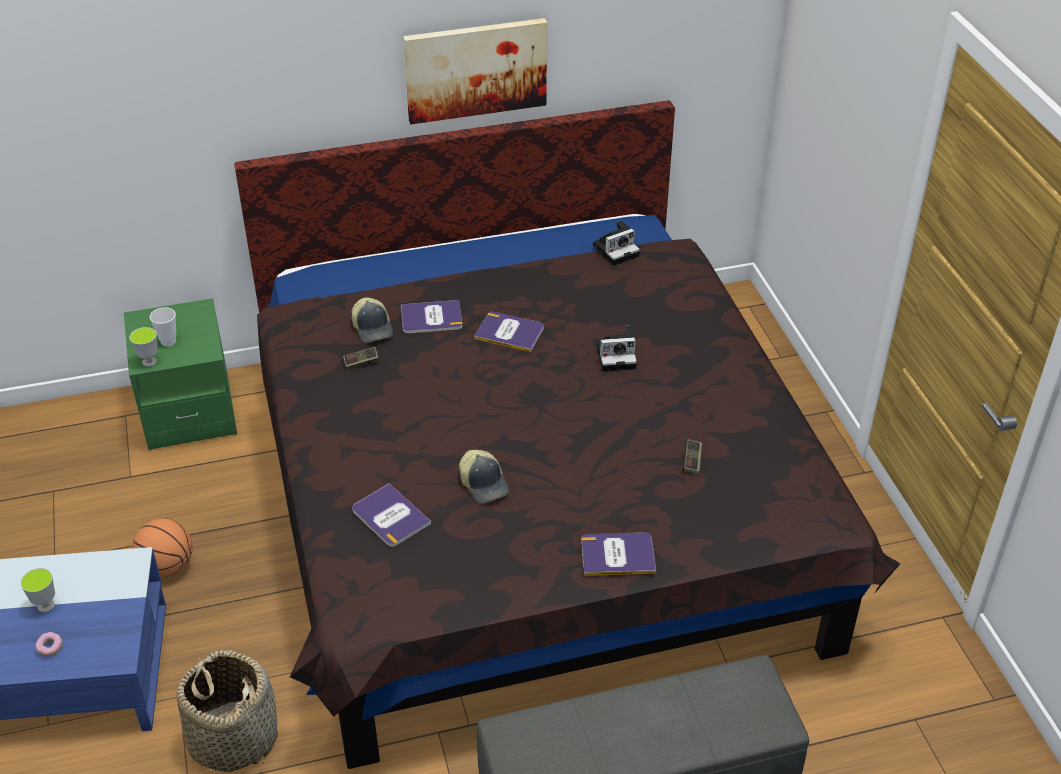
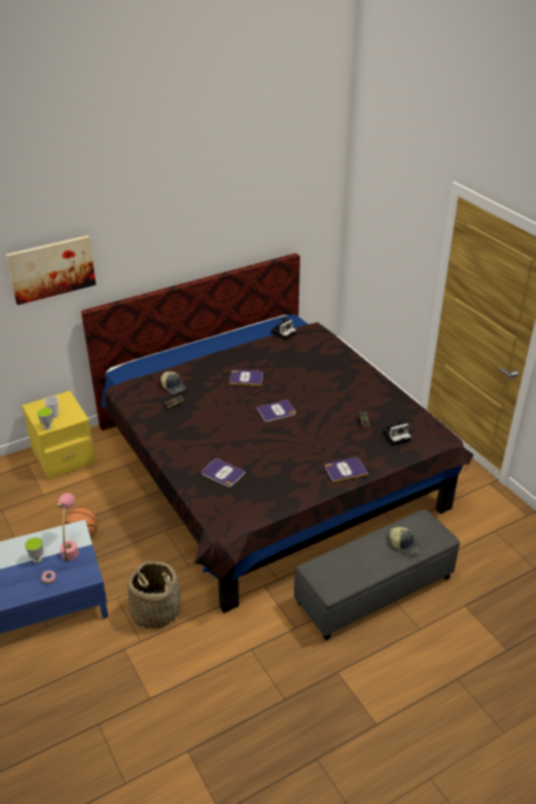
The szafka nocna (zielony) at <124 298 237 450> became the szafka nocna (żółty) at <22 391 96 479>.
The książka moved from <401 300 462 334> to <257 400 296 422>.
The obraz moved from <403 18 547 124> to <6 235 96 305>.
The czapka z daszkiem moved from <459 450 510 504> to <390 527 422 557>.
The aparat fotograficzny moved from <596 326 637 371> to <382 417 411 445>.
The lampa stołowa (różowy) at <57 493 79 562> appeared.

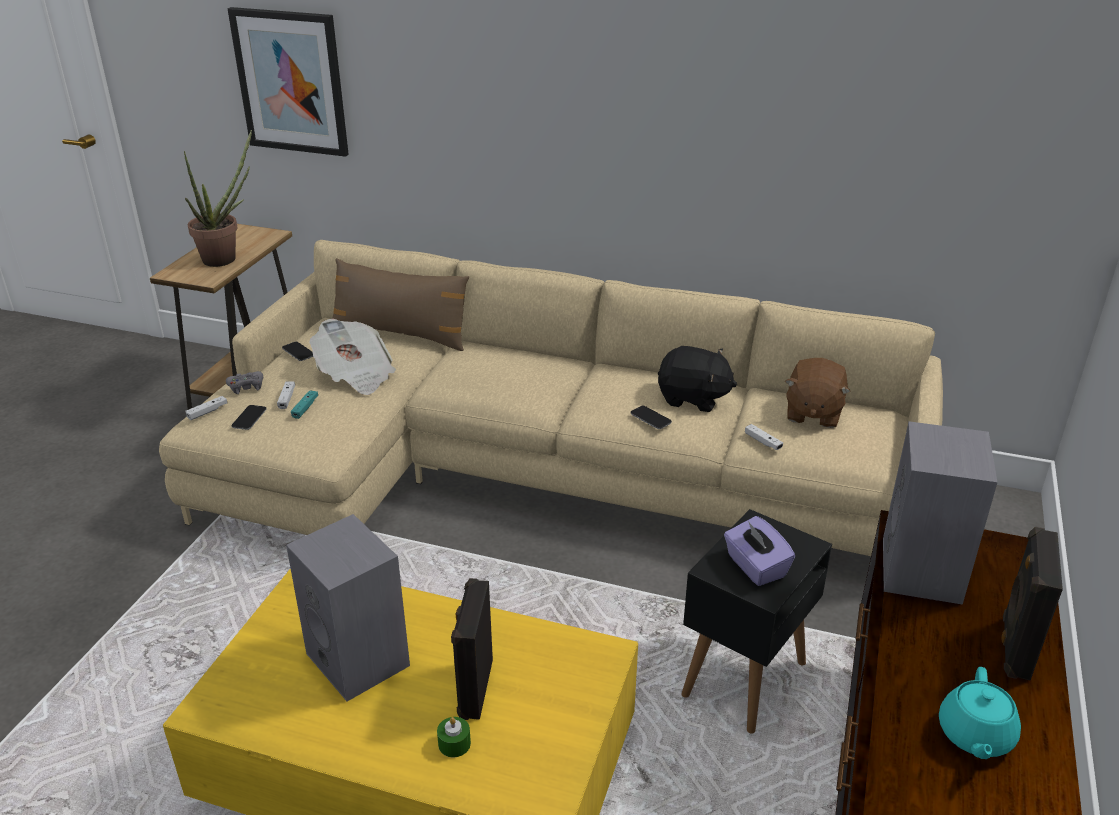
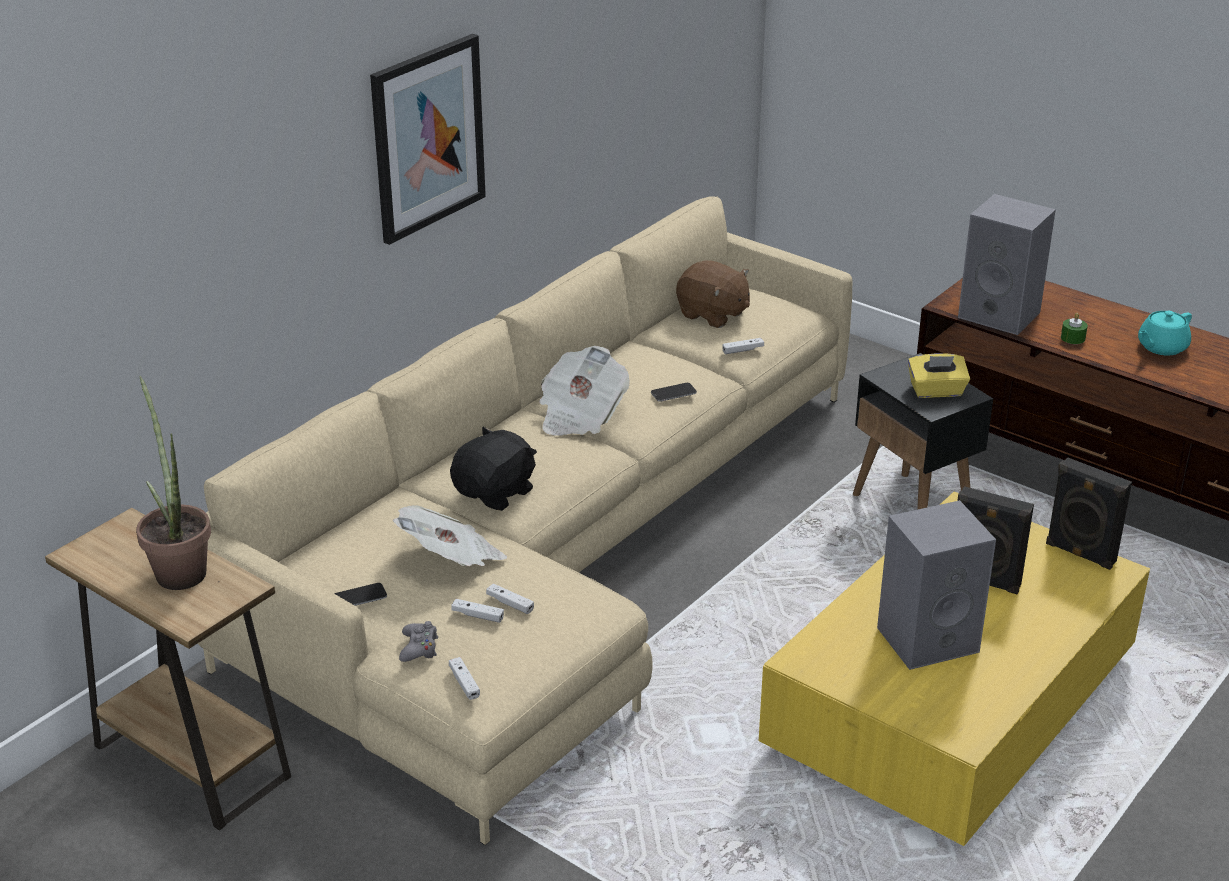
The obraz moved from <227 7 349 157> to <370 34 486 245>.
The telefon at <231 405 267 430> disappeared.
The pad do gier (turkusowy) at <291 390 318 419> became the pad do gier (biały) at <486 583 534 614>.
The poduszka (brązowy) at <332 258 469 351> disappeared.
The świeca (zielony) moved from <437 717 471 757> to <1061 313 1088 344>.
The pluszak (czarny) moved from <658 346 737 412> to <450 427 537 511>.
The pudełko chusteczek (fioletowy) at <724 516 795 586> became the pudełko chusteczek (żółty) at <908 353 970 398>.
The imbryk (turkusowy) at <939 667 1021 759> turned 105 degrees clockwise.
The głośnik (czarny) moved from <1001 527 1063 680> to <1046 457 1132 570>.
The gazeta at <539 346 630 436> appeared.

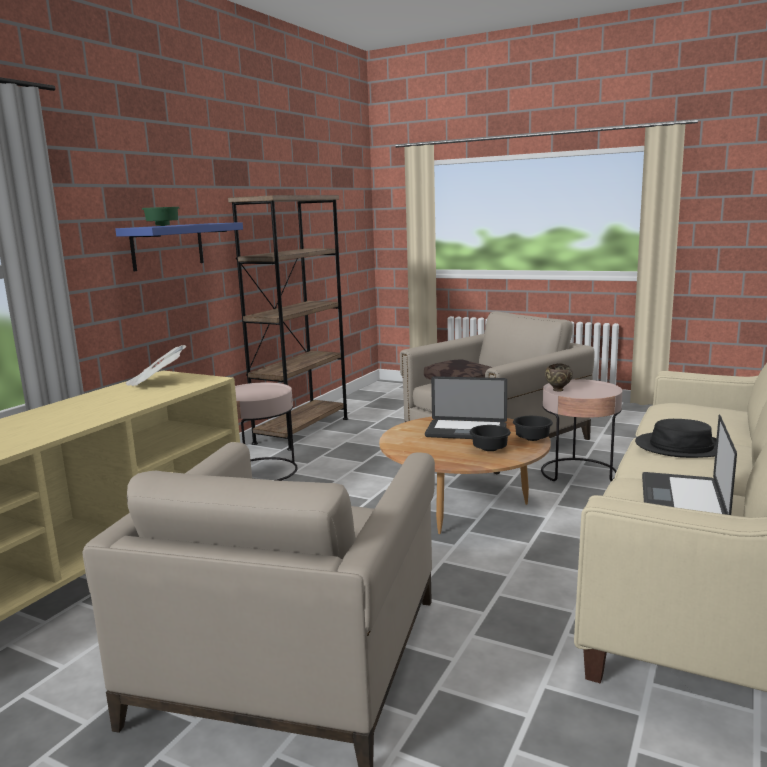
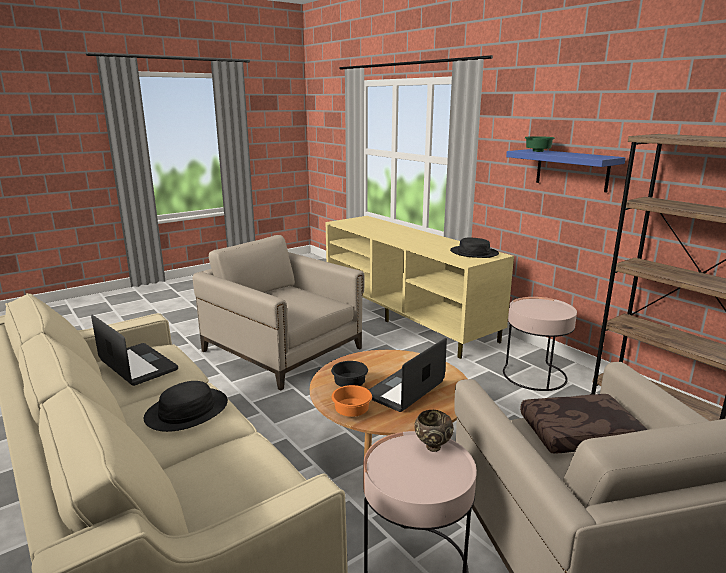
The gazeta at <125 345 186 386> was replaced by the kapelusz (czarny) at <450 238 499 258>.
The miska (czarny) at <513 416 553 441> became the miska (pomarańczowy) at <332 385 372 417>.

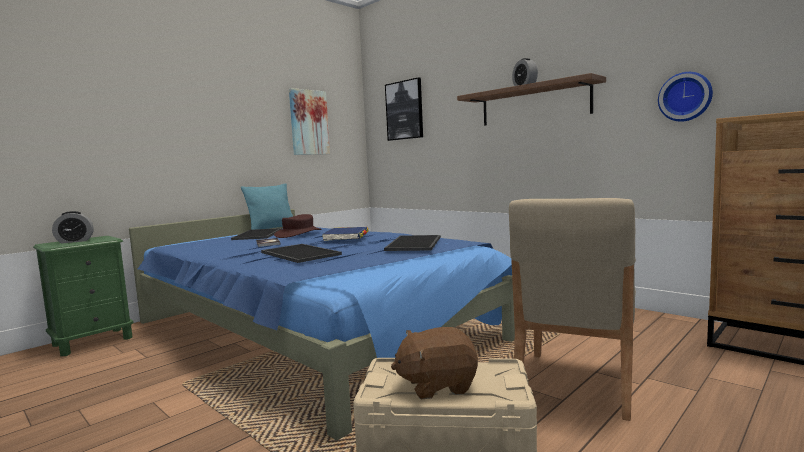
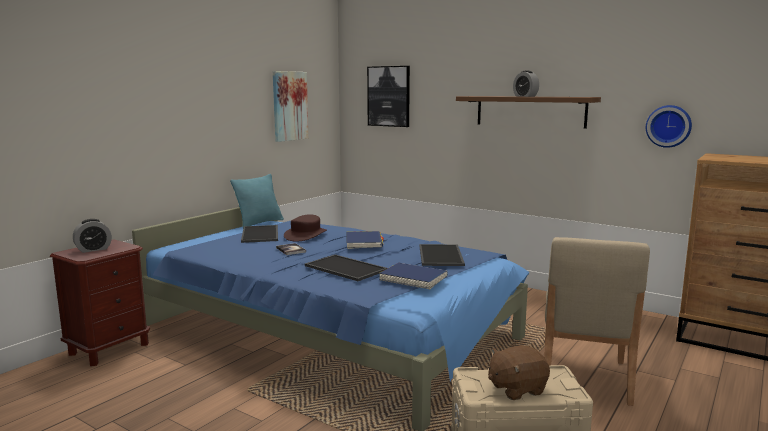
The szafka nocna (zielony) at <33 236 134 356> became the szafka nocna (brązowy) at <50 239 150 366>.
The książka (niebieski) at <379 263 448 289> appeared.

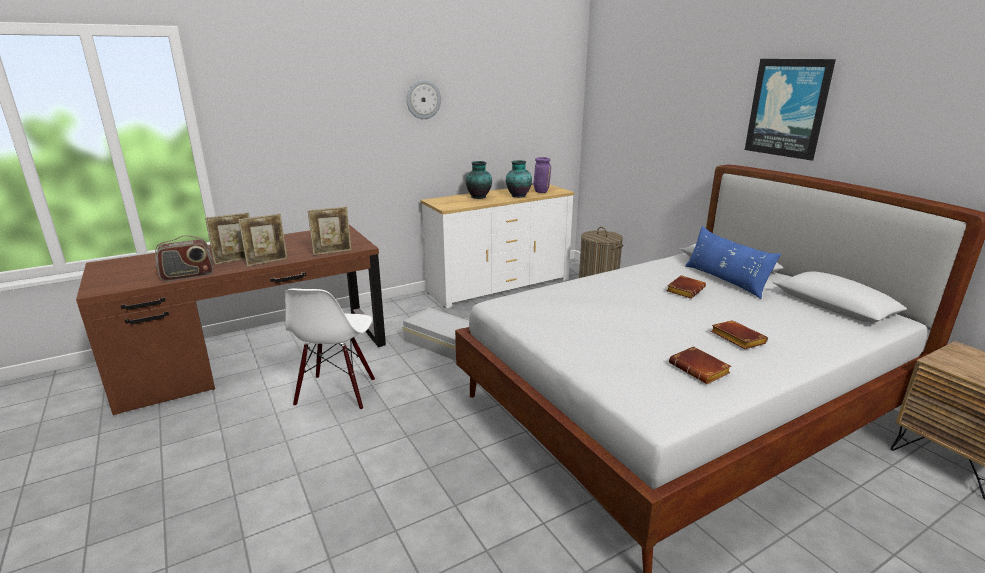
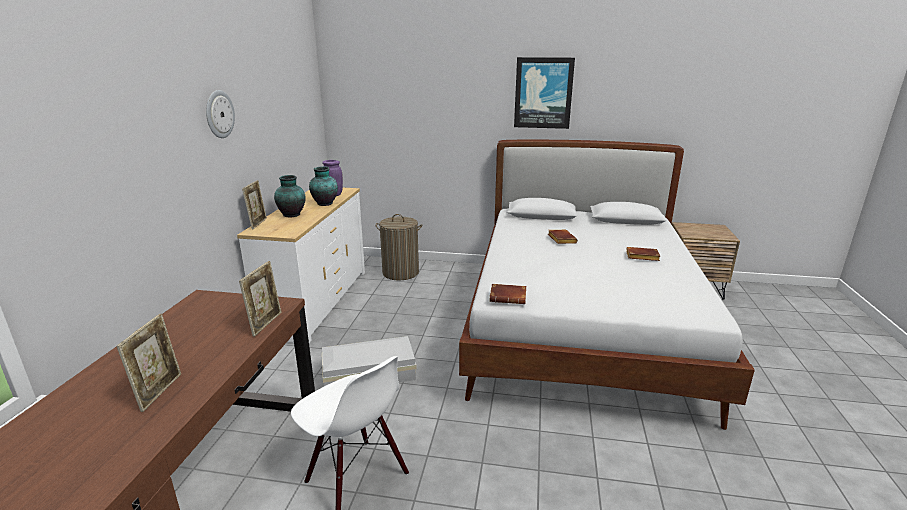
The radio at <155 236 213 281> disappeared.
The ramka na zdjęcie moved from <238 214 288 267> to <242 180 267 229>.
The książka (brązowy) moved from <669 346 731 384> to <490 284 526 304>.
The poduszka (niebieski) at <685 226 781 299> disappeared.

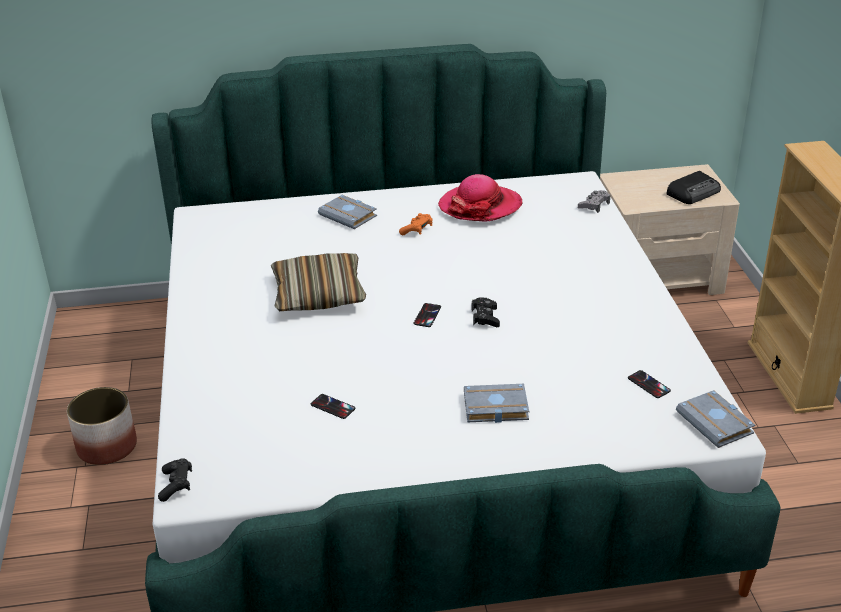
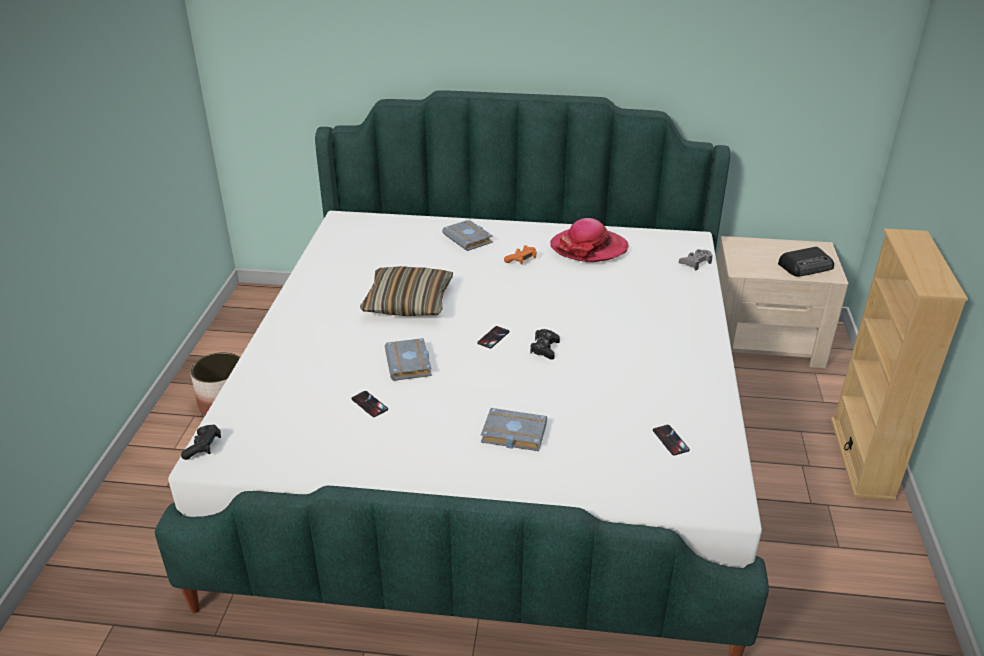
The książka (szary) moved from <676 390 755 448> to <385 338 432 381>.

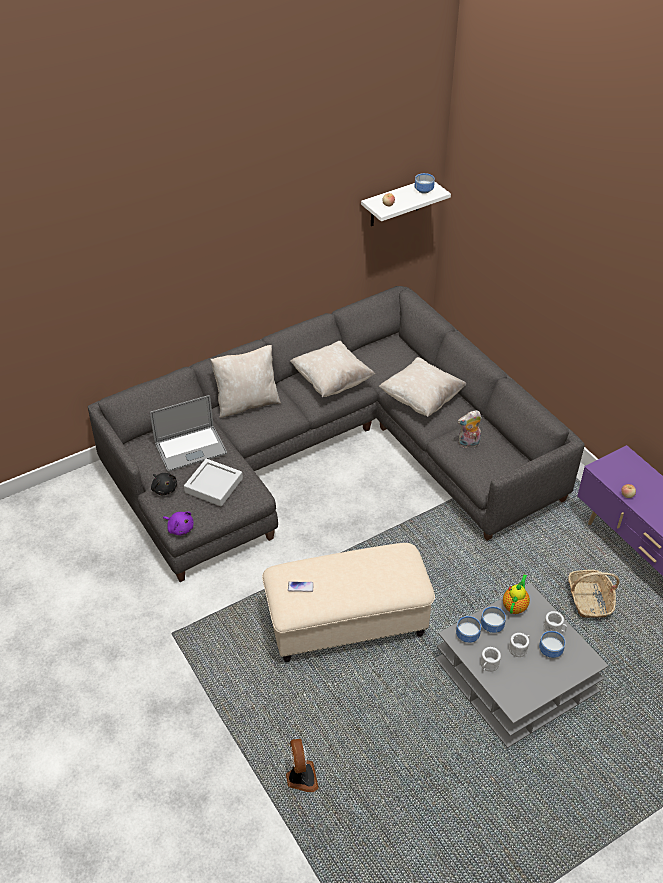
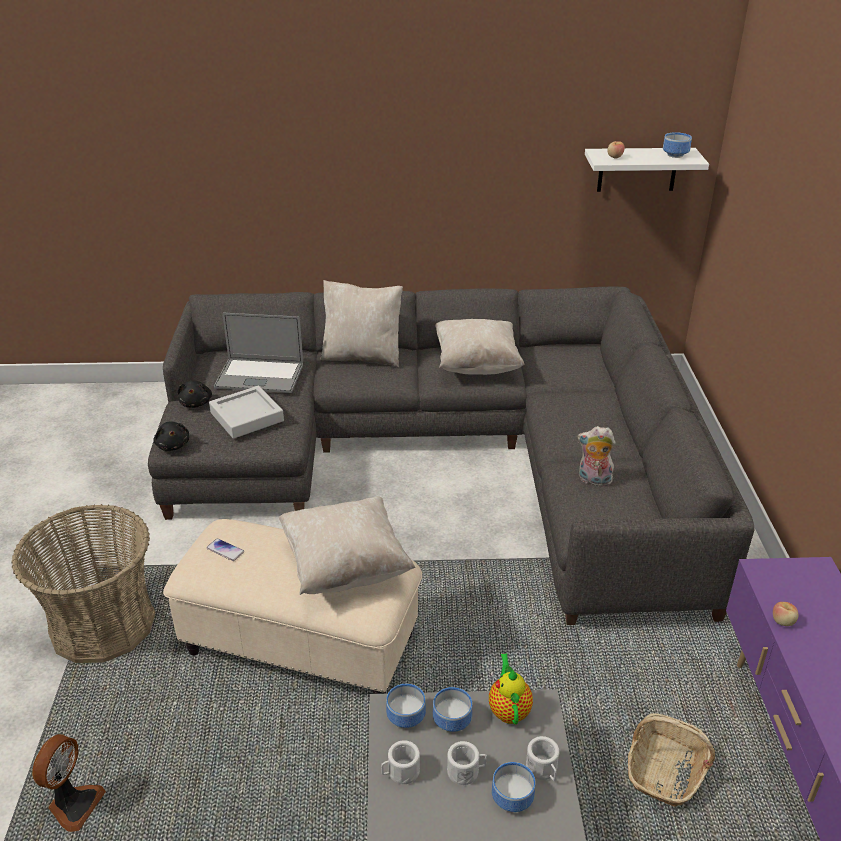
The pluszak (fioletowy) at <163 511 194 535> became the pluszak (czarny) at <153 421 189 451>.
The poduszka (beżowy) moved from <379 357 466 417> to <279 496 415 595>.
The imbryk at <503 574 530 614> turned 60 degrees counterclockwise.
The koszyk at <12 504 155 663> appeared.

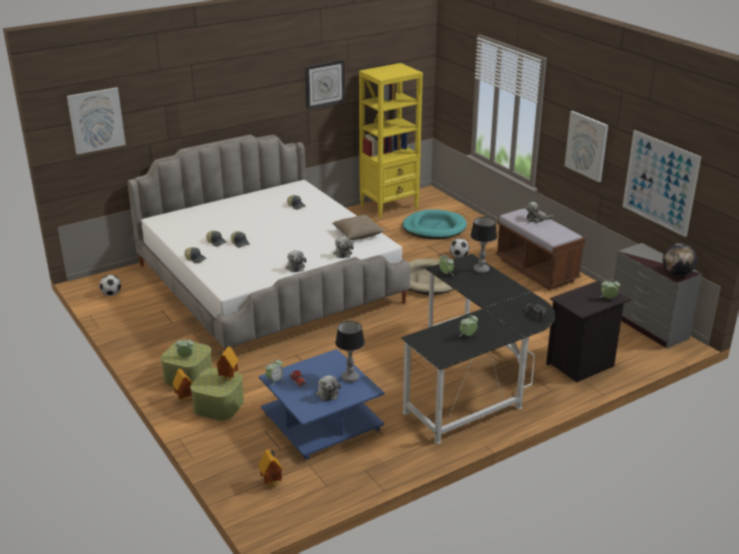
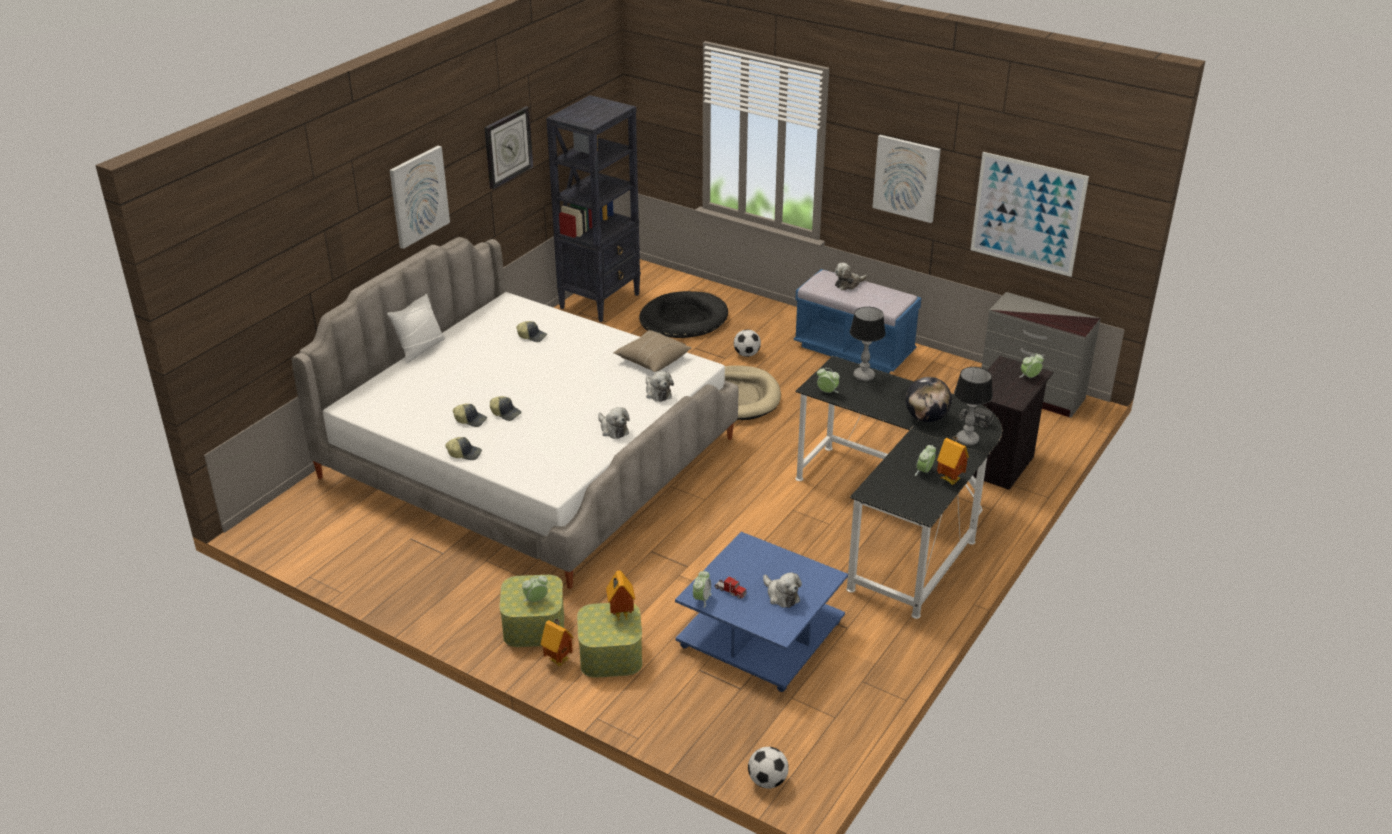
The obraz moved from <67 87 126 155> to <390 146 450 249>.
The piłka futbolowa moved from <99 275 121 296> to <748 747 789 789>.
The domek moved from <258 450 283 488> to <937 436 969 485>.
The lampa stołowa moved from <335 321 365 382> to <954 367 993 446>.
The regał (żółty) at <359 63 423 219> became the regał (czarny) at <546 95 641 322>.
The legowisko (turkusowy) at <403 209 467 239> became the legowisko (czarny) at <639 291 728 338>.
The ławka (brązowy) at <496 208 585 290> became the ławka (niebieski) at <794 269 921 373>.
The globus moved from <663 243 697 276> to <905 377 952 422>.
The poduszka (biały) at <387 294 445 363> appeared.

